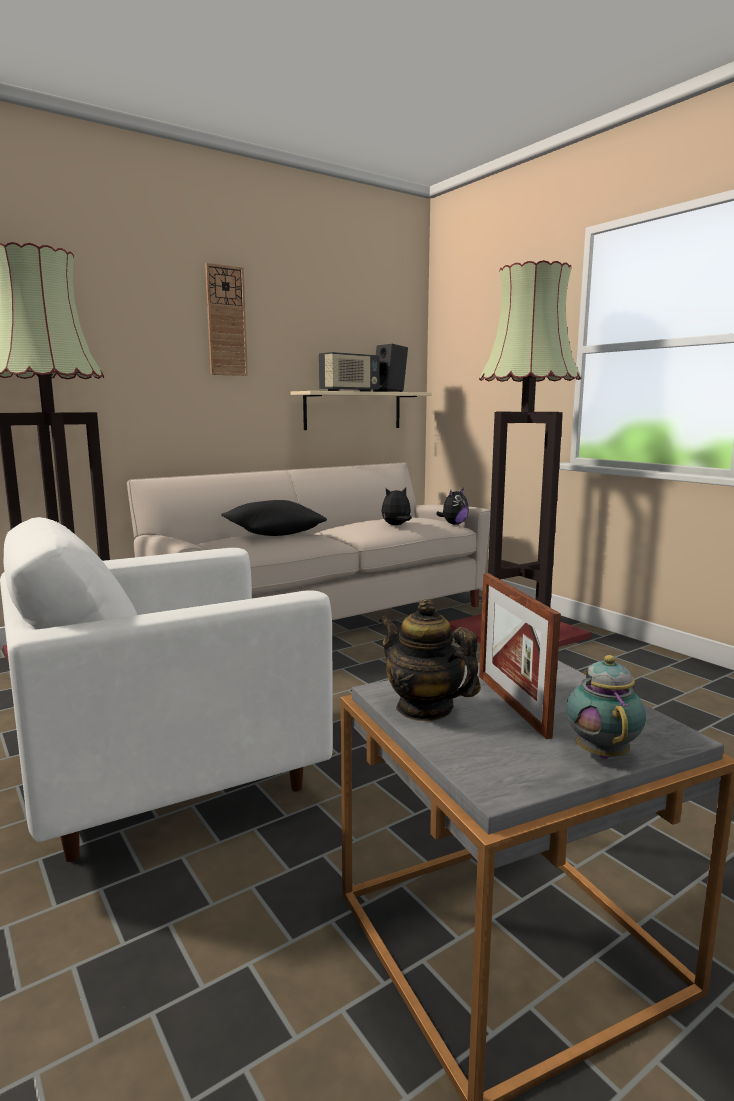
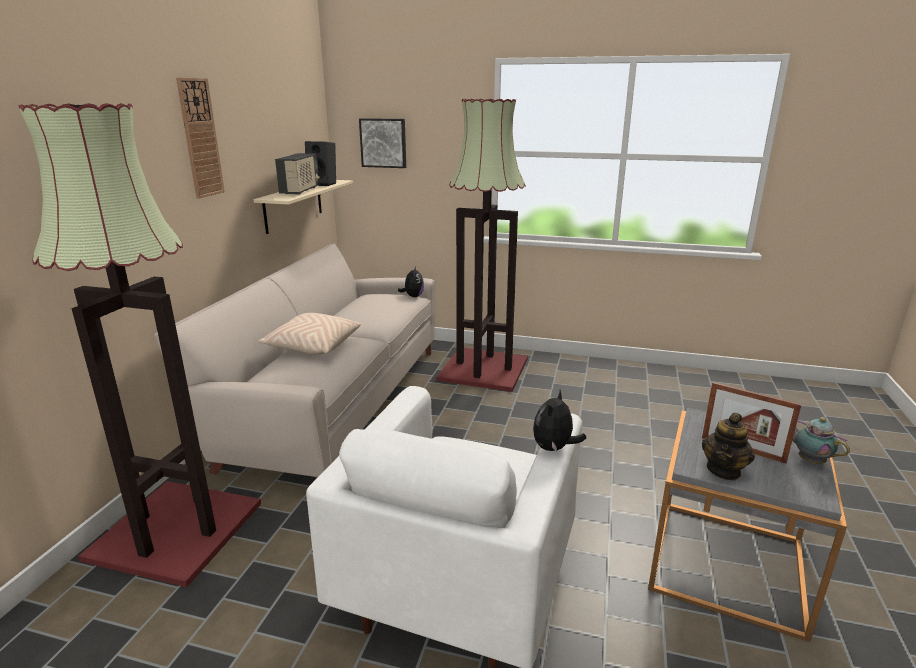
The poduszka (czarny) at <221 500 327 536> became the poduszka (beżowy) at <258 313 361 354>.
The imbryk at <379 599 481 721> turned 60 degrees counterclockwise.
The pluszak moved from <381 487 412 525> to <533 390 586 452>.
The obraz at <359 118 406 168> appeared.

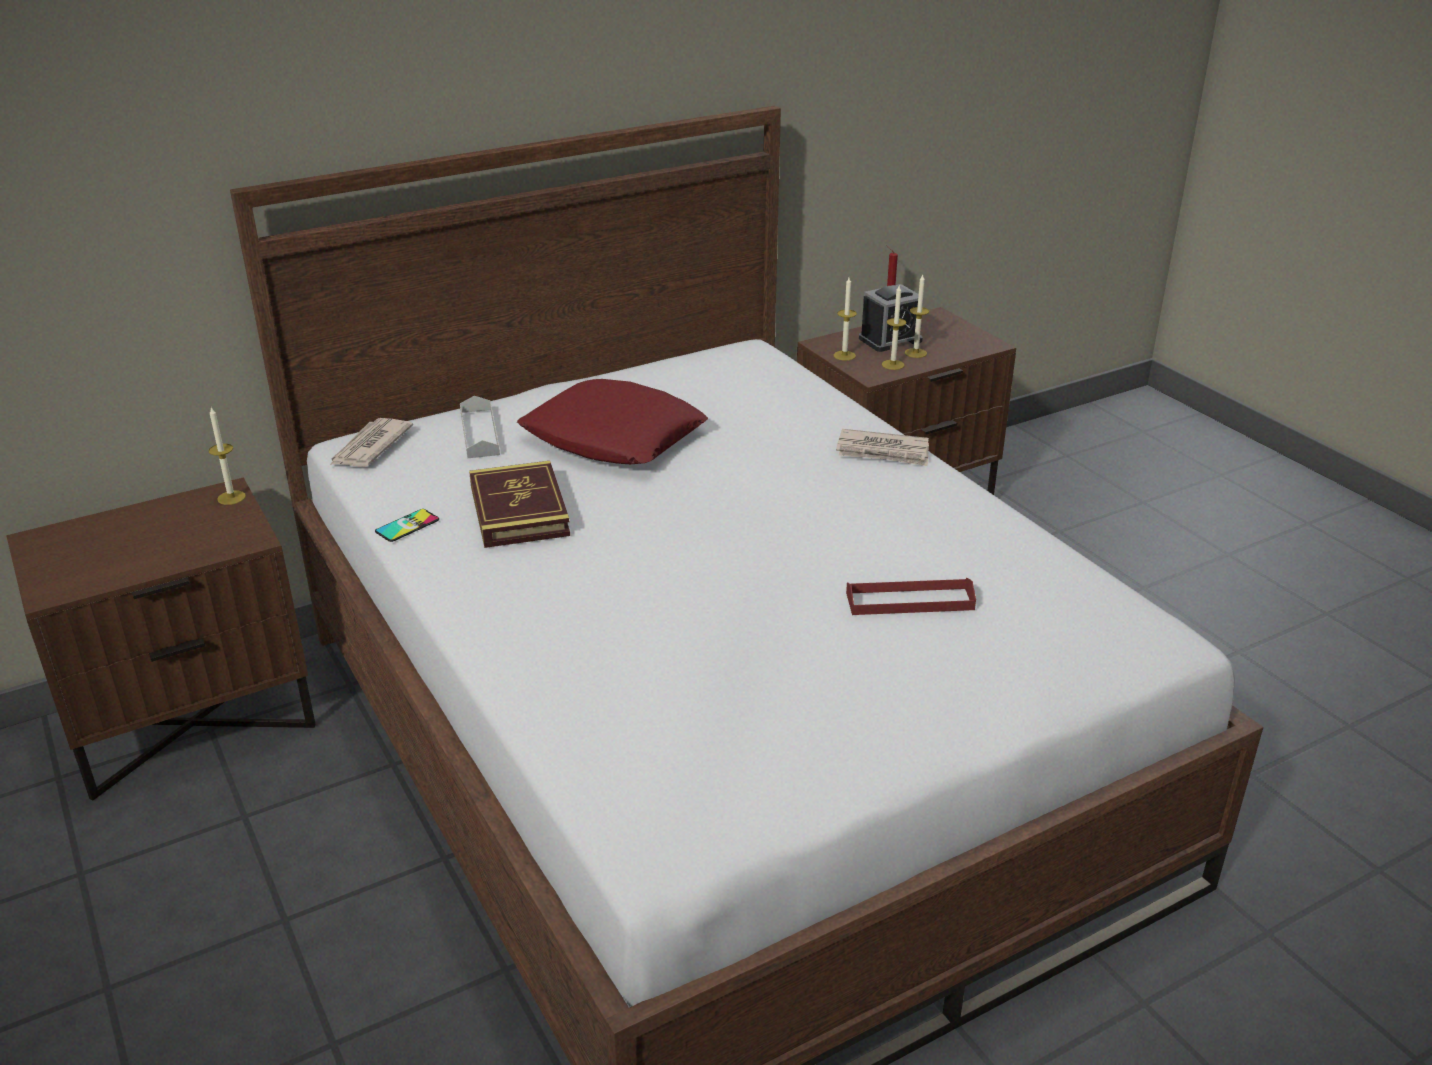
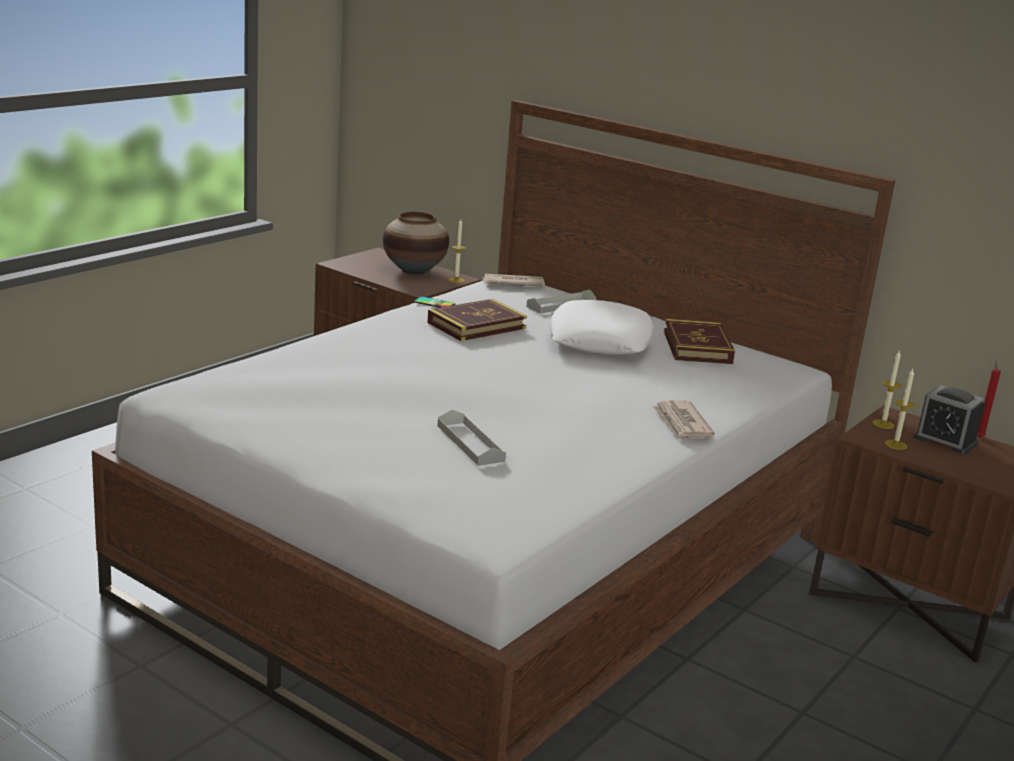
The poduszka (czerwony) at <517 379 708 464> became the poduszka (biały) at <550 300 653 354>.
The taca (czerwony) at <846 578 976 615> became the taca (szary) at <437 410 506 466>.
The świeca at <905 275 929 358> disappeared.
The wazon at <383 212 449 275> appeared.
The książka at <664 319 735 364> appeared.

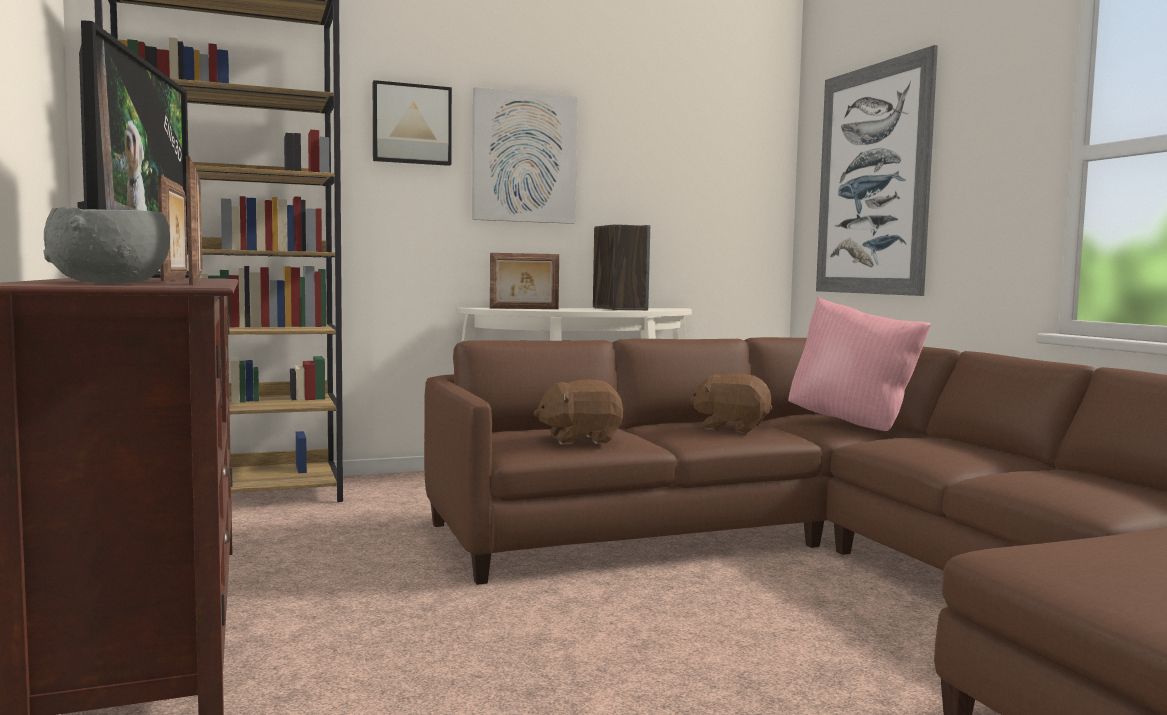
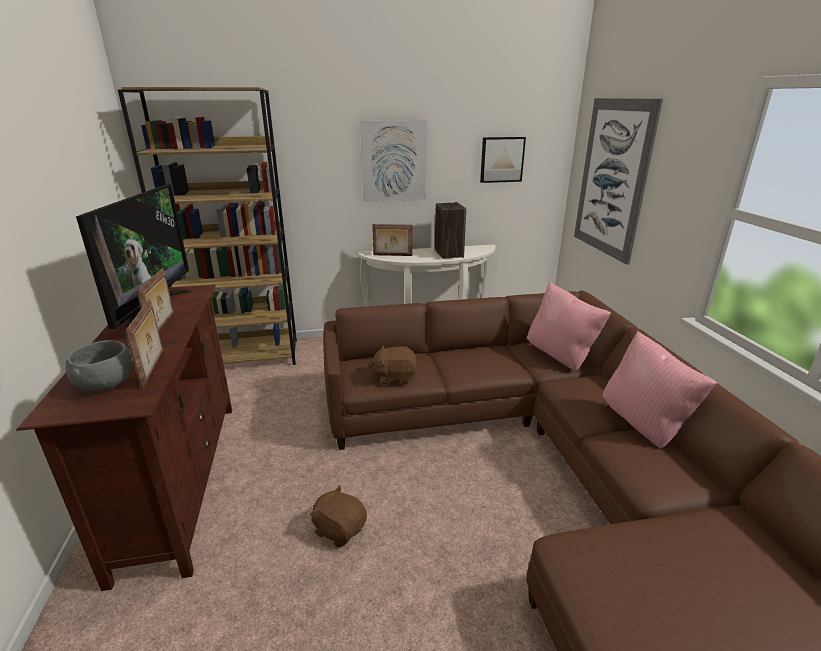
The obraz moved from <373 80 452 166> to <480 137 526 183>.
The pluszak (brązowy) moved from <690 373 772 433> to <310 485 367 547>.
The poduszka (różowy) at <602 331 717 448> appeared.

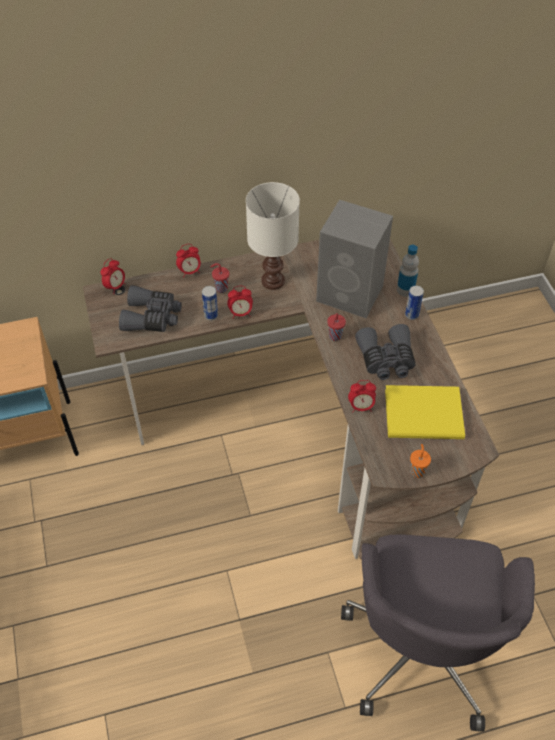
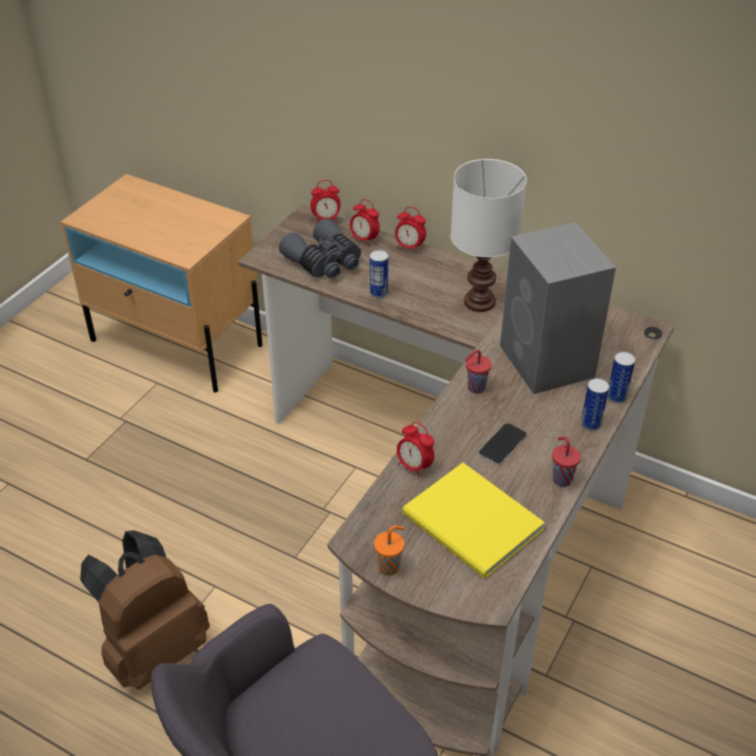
The filiżanka (czerwony) moved from <210 263 229 293> to <552 437 581 487>.
The budzik moved from <227 286 253 318> to <350 199 380 246>.
The lornetka (szary) at <355 324 416 380> was replaced by the telefon at <478 423 527 465>.
The butelka at <397 245 419 297> was replaced by the puszka at <607 352 635 404>.
The plecak (brązowy) at <80 530 210 690> appeared.

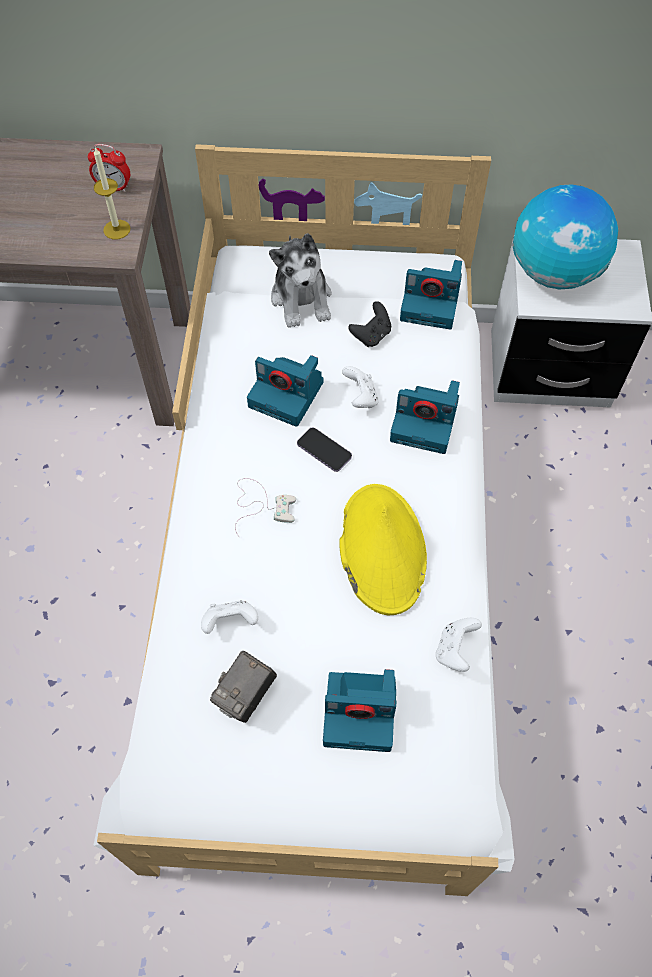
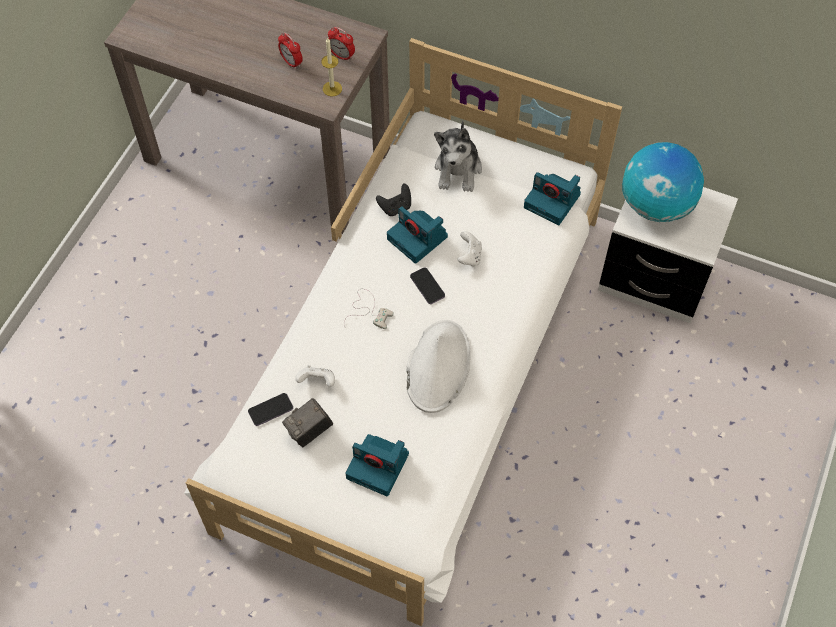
The kapelusz (żółty) at <339 484 427 615> became the kapelusz (biały) at <406 320 471 413>.
The pad do gier (czarny) moved from <348 301 391 347> to <376 184 411 216>.
The aparat fotograficzny at <390 380 460 454> disappeared.
The pad do gier (biały) at <436 618 482 672> disappeared.
The telefon at <248 393 293 426> appeared.
The budzik at <278 33 303 69> appeared.

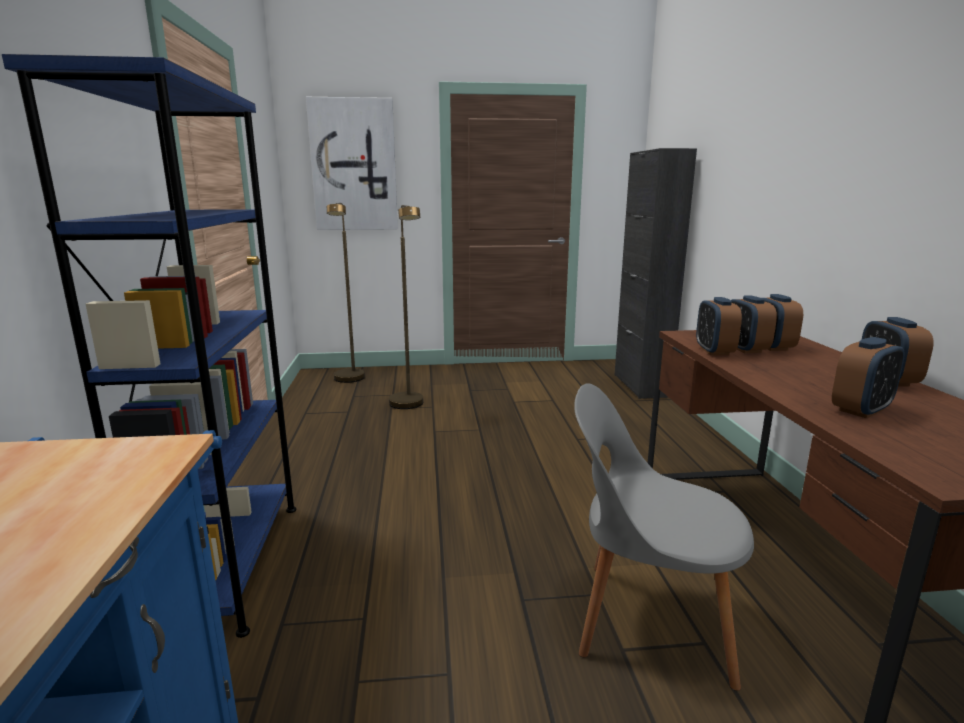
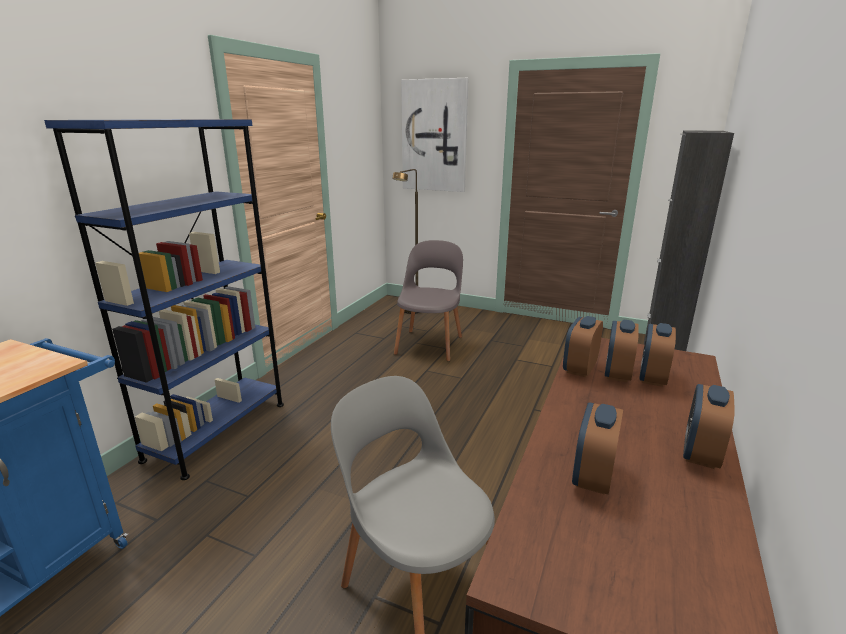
The lampa stojąca (brązowy) at <389 205 423 409> was replaced by the krzesło (szary) at <394 240 463 361>.
The budzik at <832 337 905 418> turned 120 degrees clockwise.

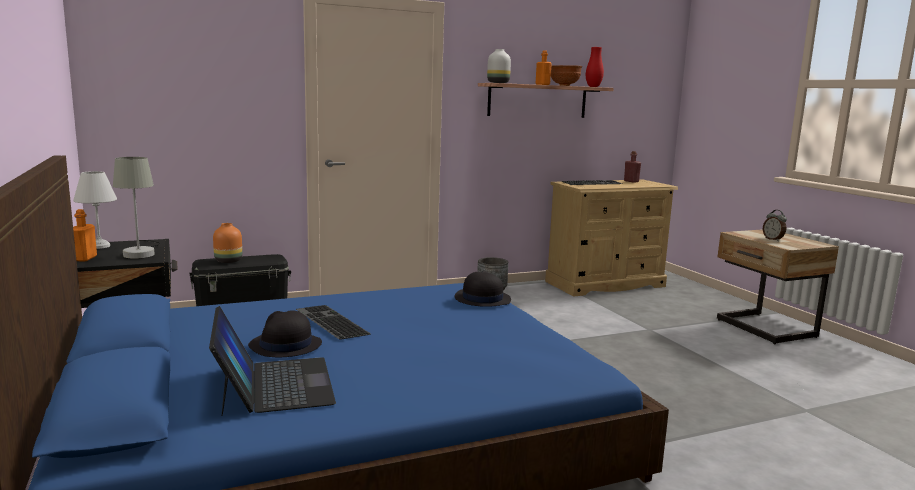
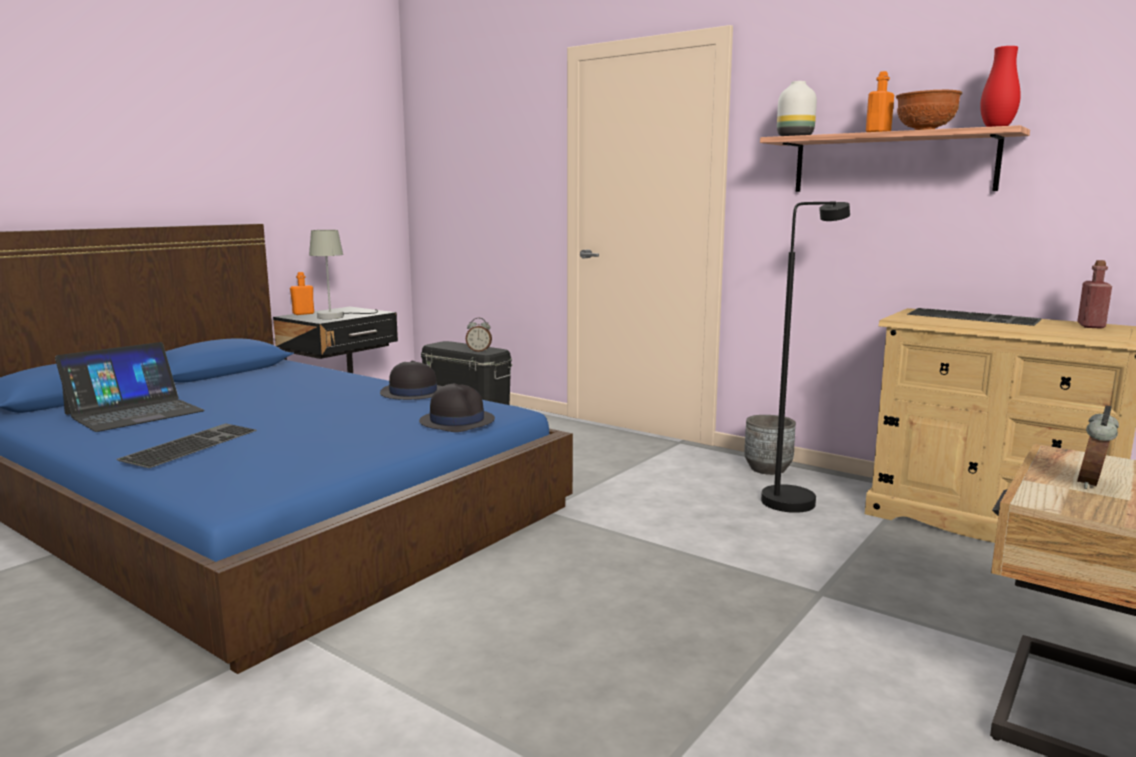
The lampa stołowa (biały) at <73 171 117 249> disappeared.
The wazon (pomarańczowy) at <213 223 242 263> disappeared.
The kapelusz (czarny) moved from <248 310 322 357> to <380 361 443 400>.
The klawiatura moved from <296 305 371 340> to <116 423 257 468>.
The budzik at <466 318 492 352> appeared.
The lampa stojąca (czarny) at <761 201 850 513> appeared.

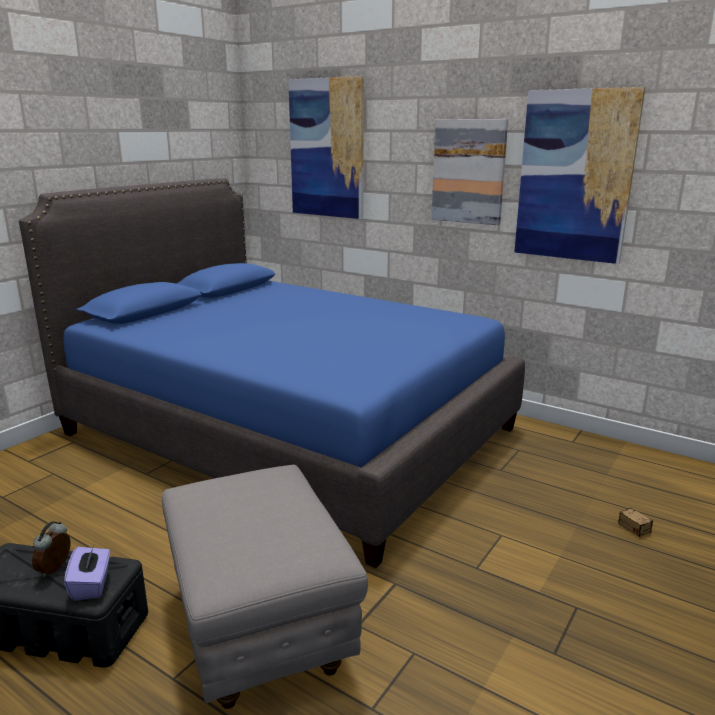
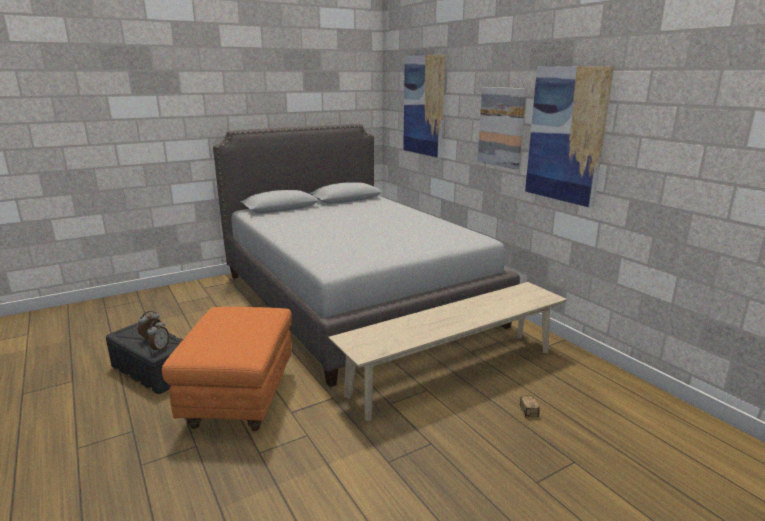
The łóżko (niebieski) at <19 178 525 568> became the łóżko (szary) at <213 124 520 387>.
The pudełko chusteczek (fioletowy) at <64 543 110 601> was replaced by the budzik at <147 320 169 352>.
The pufa (szary) at <162 465 368 709> became the pufa (pomarańczowy) at <162 307 292 431>.
The ławka (beżowy) at <329 282 567 421> appeared.

